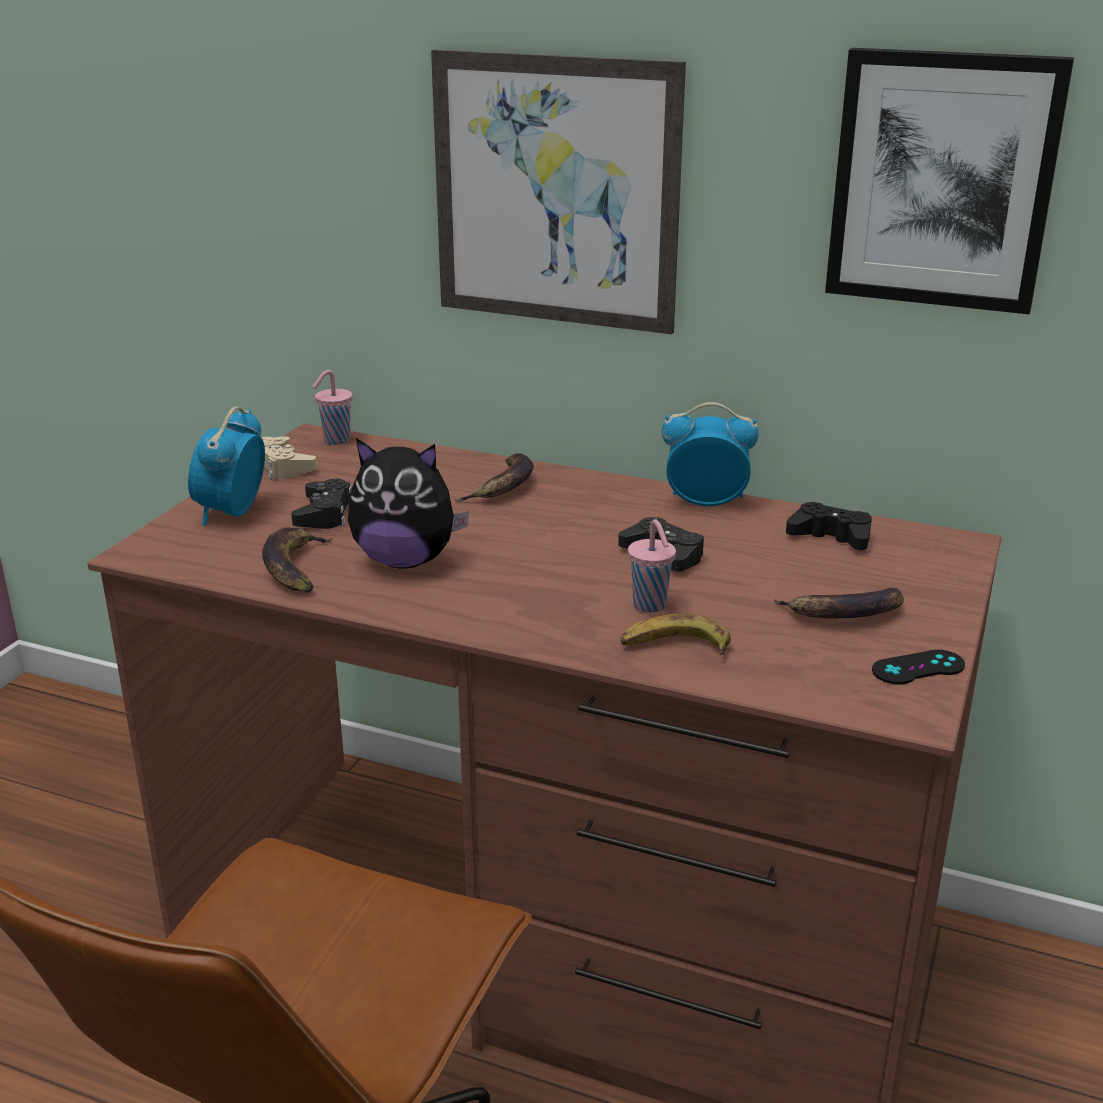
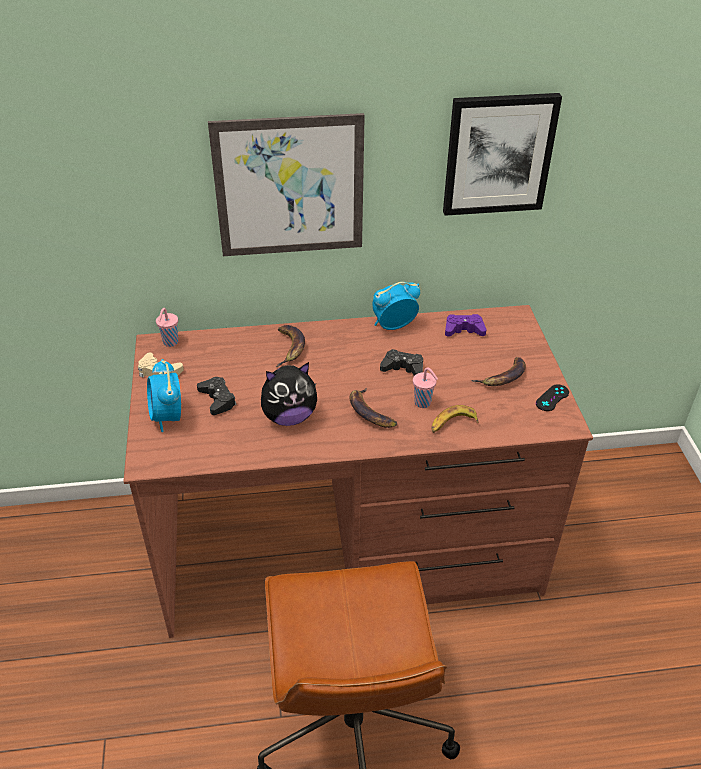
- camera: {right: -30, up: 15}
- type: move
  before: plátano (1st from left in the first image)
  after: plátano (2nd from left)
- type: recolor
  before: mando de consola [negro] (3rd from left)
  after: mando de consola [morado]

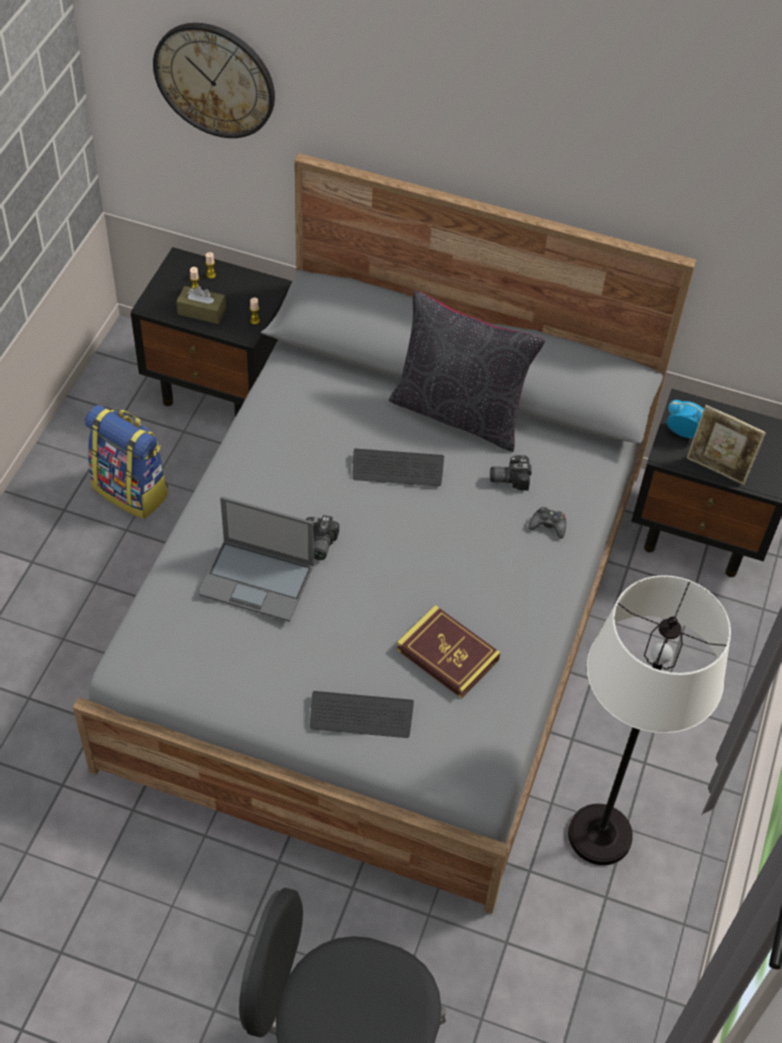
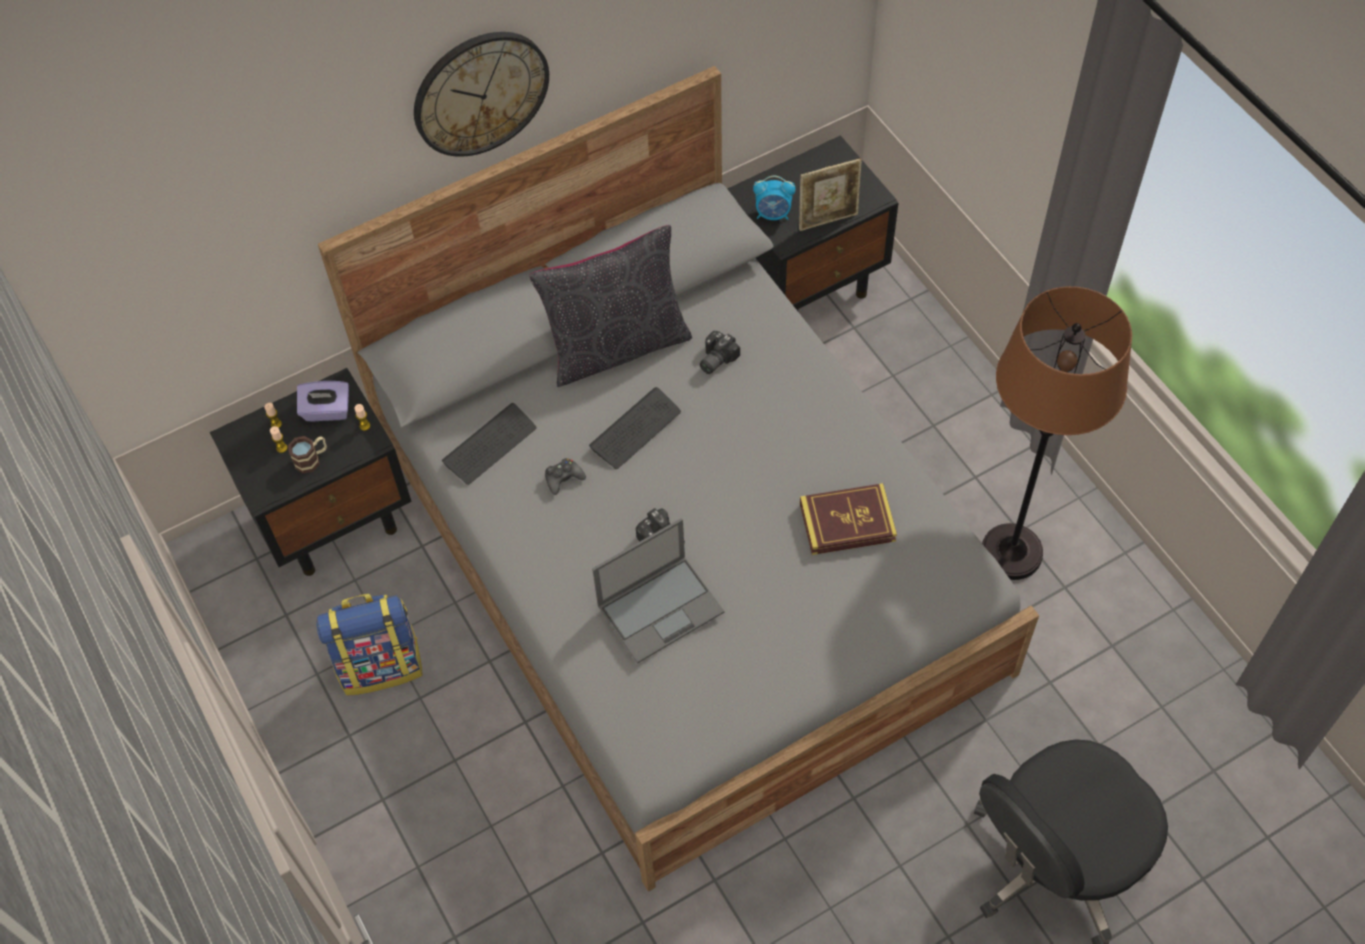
- camera: {right: -45, up: 5}
- type: replace
  before: caja de pañuelos [marrón]
  after: taza grande
- type: insert
  after: caja de pañuelos [morado]
- type: move
  before: reloj de pared
- type: move
  before: teclado (1st from left)
- type: move
  before: mando de consola [negro]
- type: rotate
  before: despertador
  turn: -150
- type: recolor
  before: lámpara de pie [blanco]
  after: lámpara de pie [marrón]

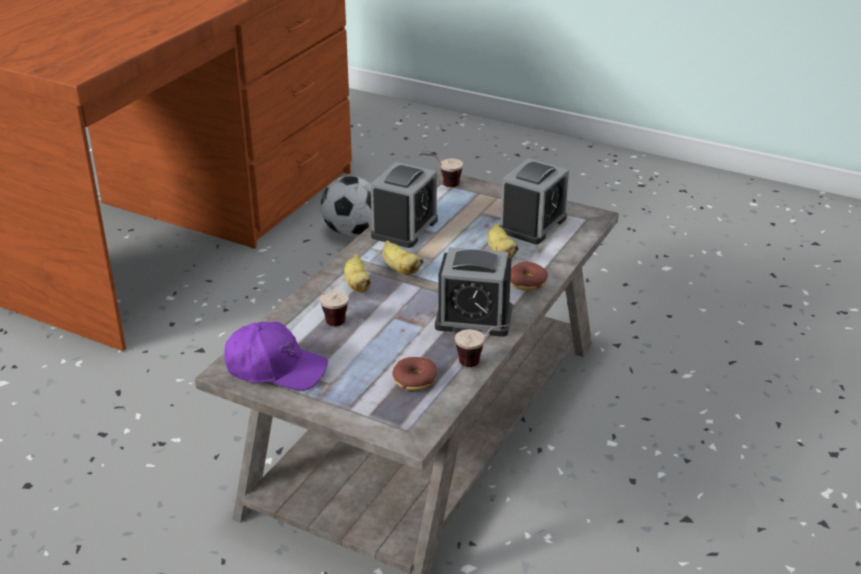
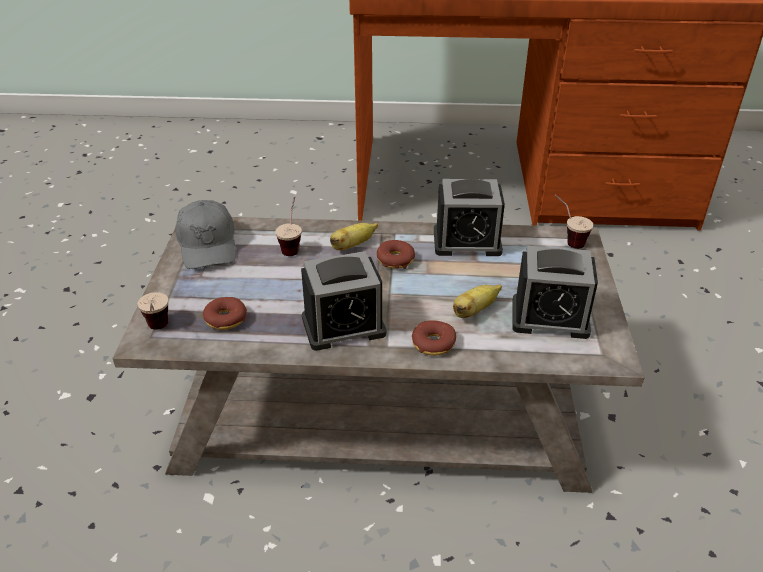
- camera: {right: 65, up: 5}
- type: move
  before: taza (3rd from left in the first image)
  after: taza (1st from left)
- type: recolor
  before: gorra [morado]
  after: gorra [gris]
- type: rotate
  before: despertador (2nd from left in the first image)
  turn: -90
- type: replace
  before: plátano (2nd from left)
  after: rosquilla (2nd from left)
- type: delete
  before: balón de fútbol

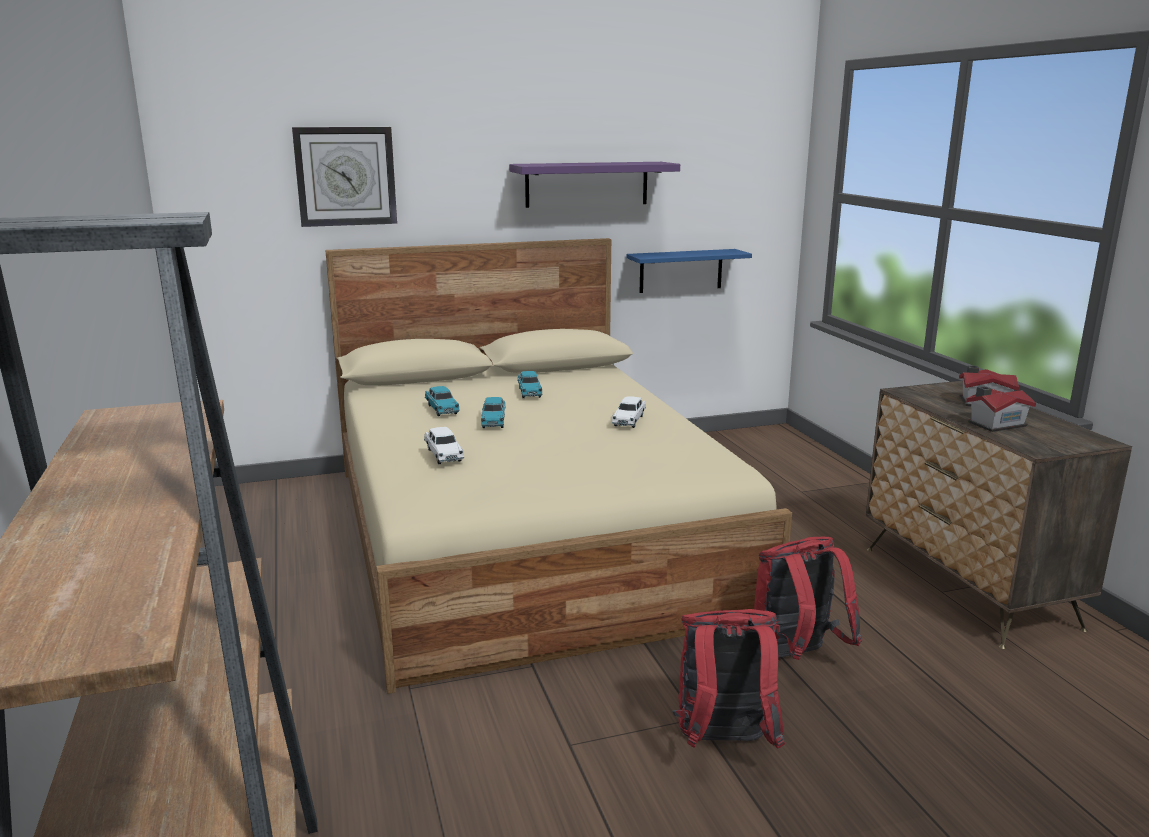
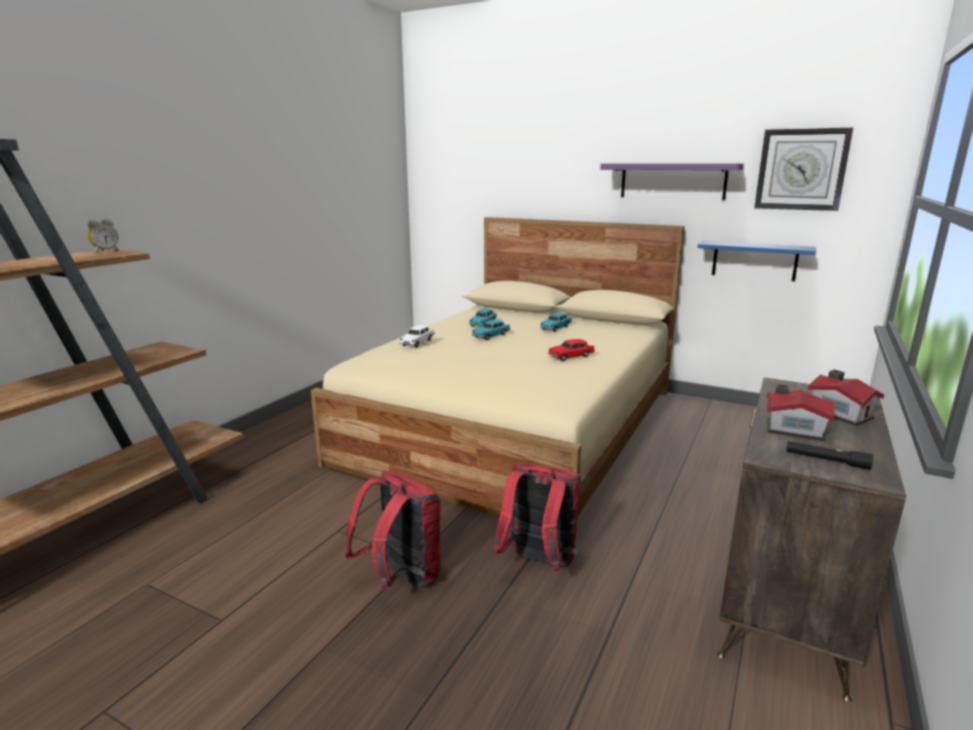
- camera: {right: 45, up: 0}
- type: insert
  after: despertador
- type: recolor
  before: coche de juguete [blanco] (2nd from left)
  after: coche de juguete [rojo]
- type: move
  before: reloj de pared
- type: insert
  after: linterna [negro]

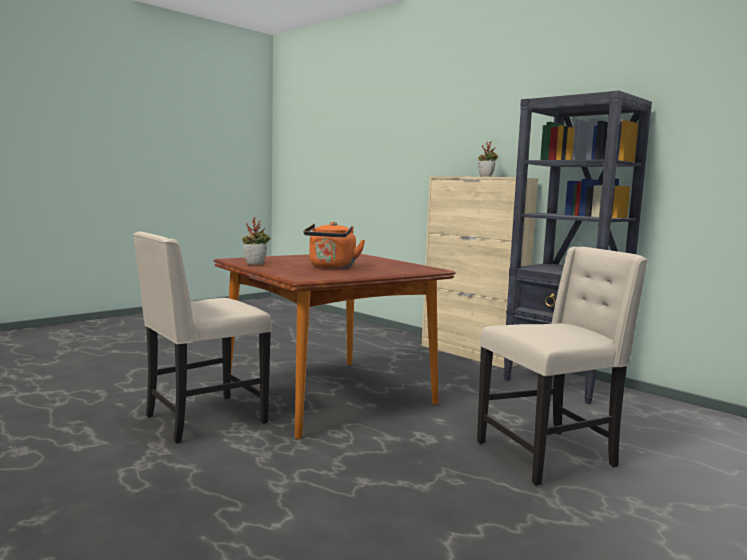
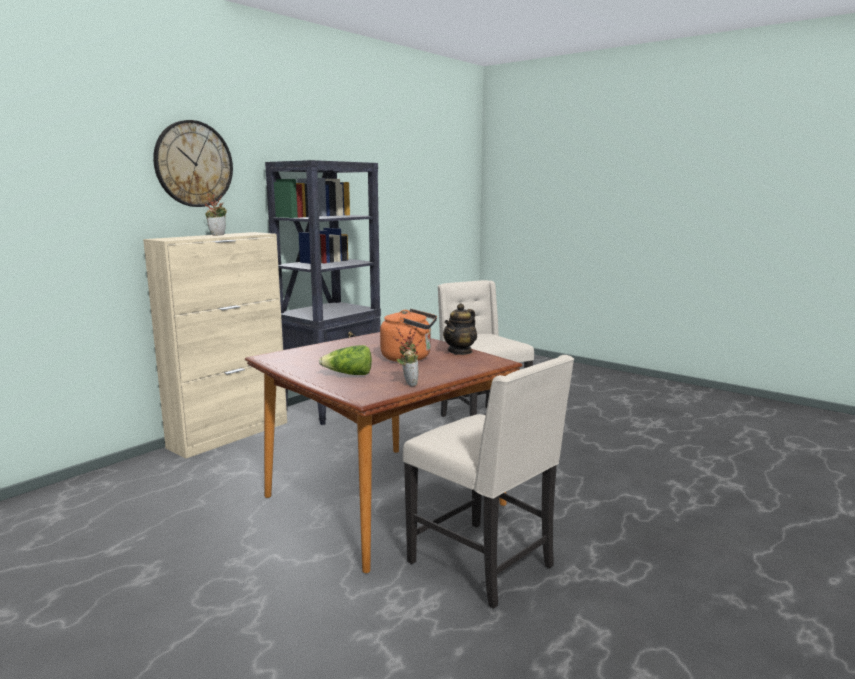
- camera: {right: -95, up: 5}
- type: insert
  after: reloj de pared
- type: insert
  after: lechuga
- type: insert
  after: tetera

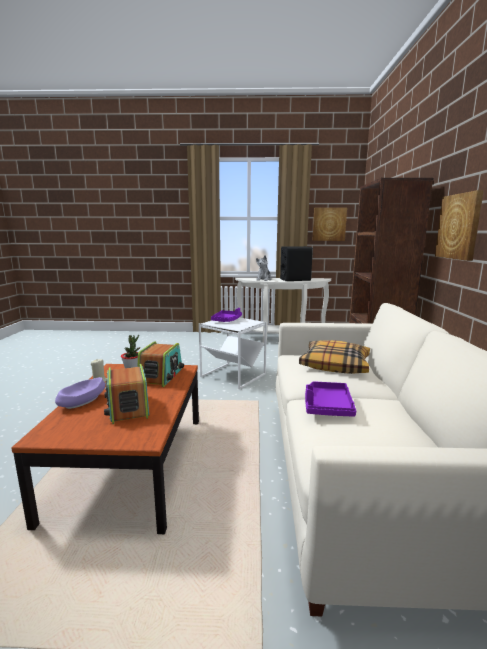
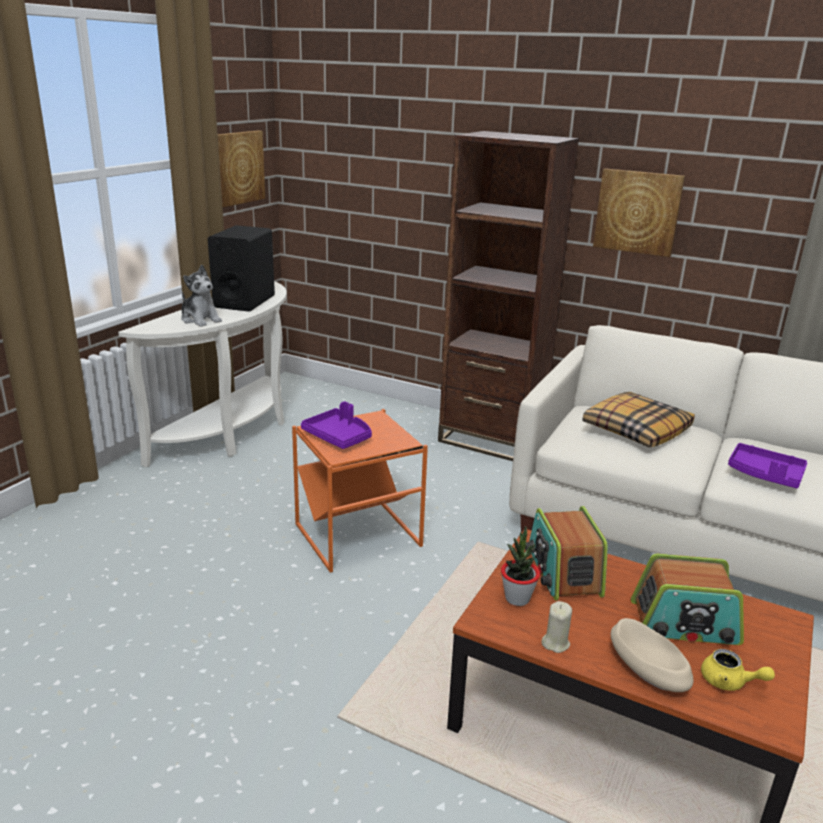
- camera: {right: -65, up: 10}
- type: recolor
  before: mesa auxiliar [blanco]
  after: mesa auxiliar [naranja]
- type: rotate
  before: radio (2nd from left in the first image)
  turn: -135
- type: recolor
  before: cuenco [morado]
  after: cuenco [beis]
- type: insert
  after: tetera [amarillo]

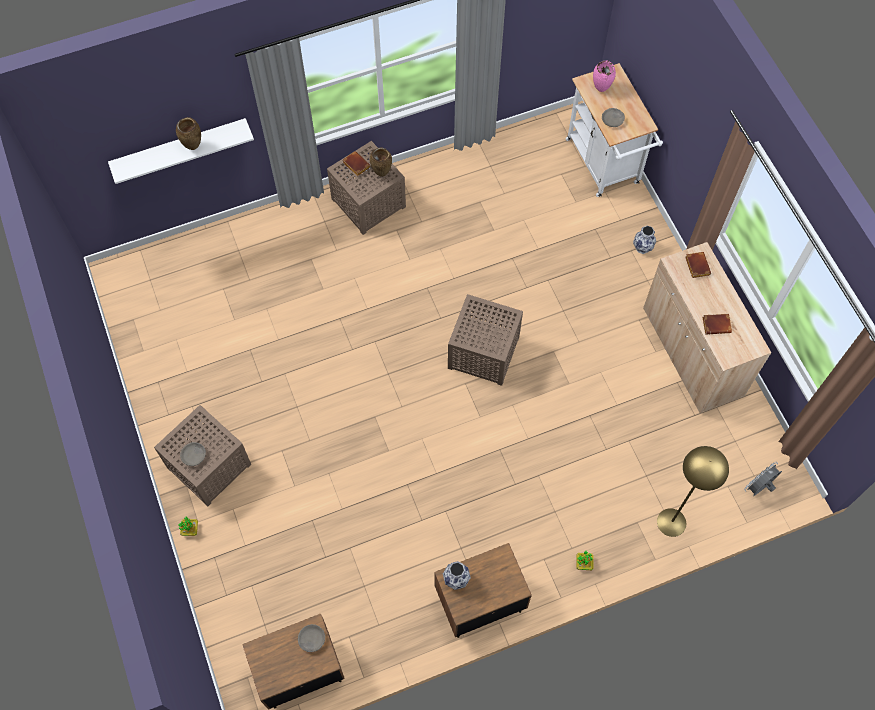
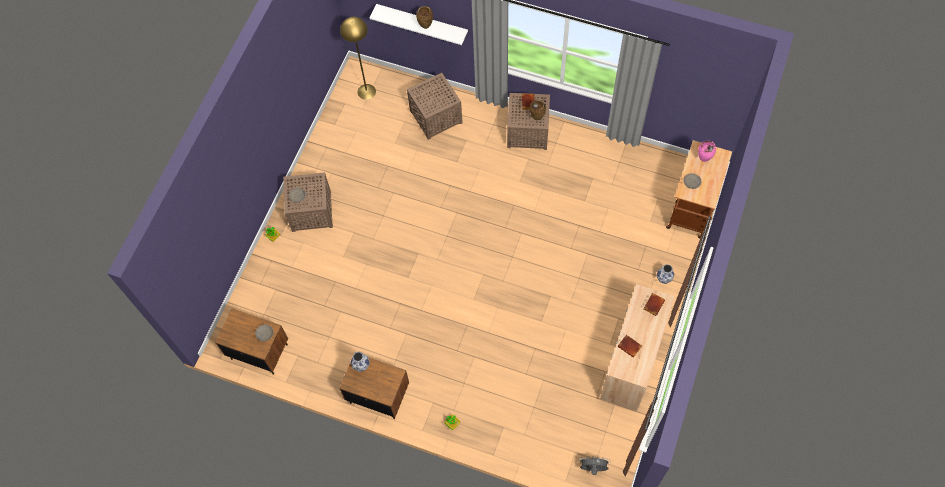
- camera: {right: 45, up: 0}
- type: move
  before: lámpara de pie [amarillo]
- type: move
  before: mesa auxiliar [marrón] (3rd from left in the first image)
  after: mesa auxiliar [marrón] (2nd from left)
- type: recolor
  before: carrito [blanco]
  after: carrito [marrón]

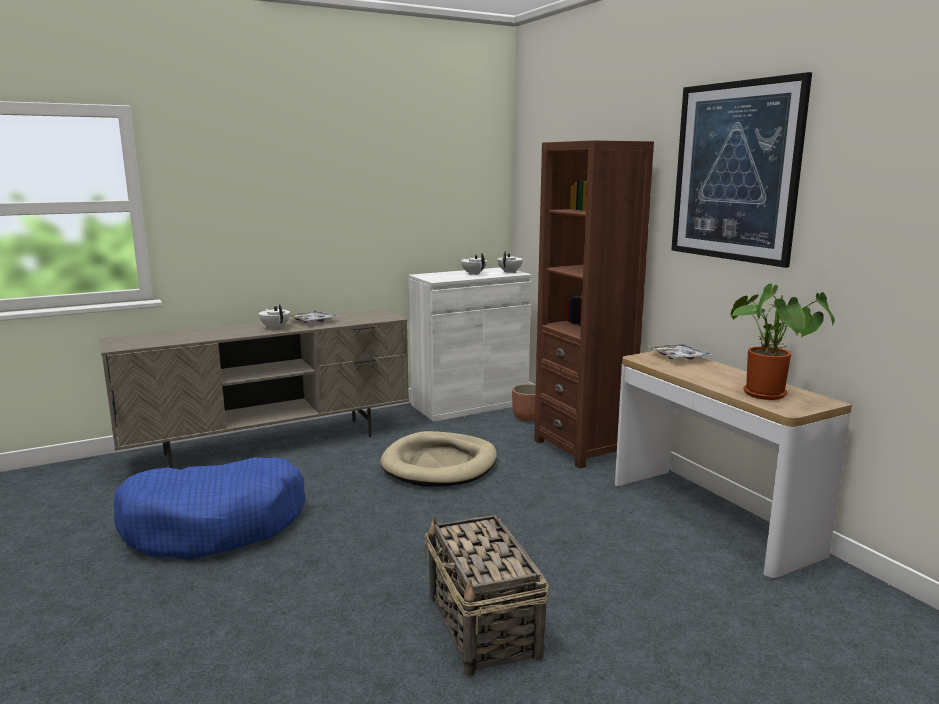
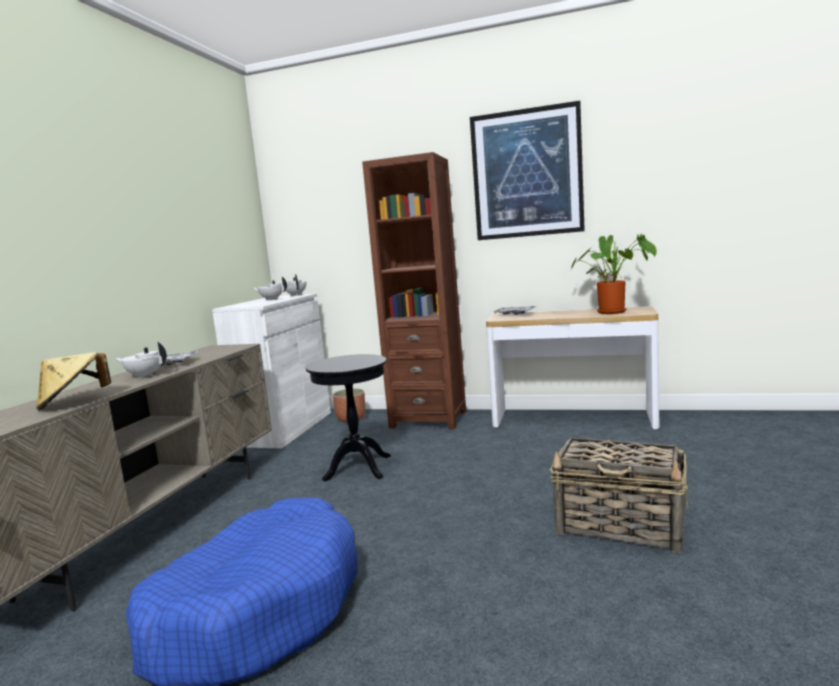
- camera: {right: -45, up: -5}
- type: insert
  after: sombrero [beis]
- type: replace
  before: cama para perro [beis]
  after: mesa auxiliar [negro]

